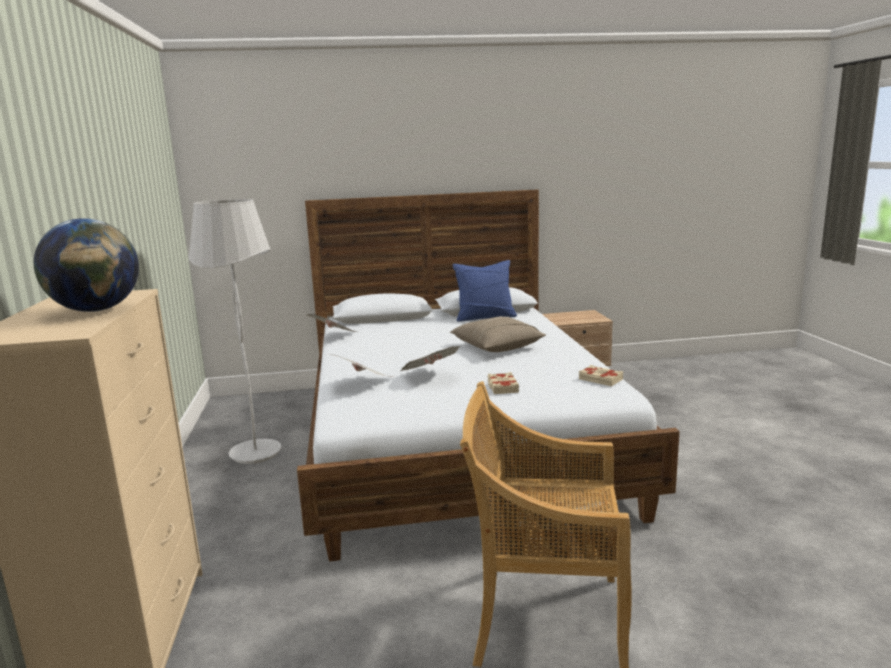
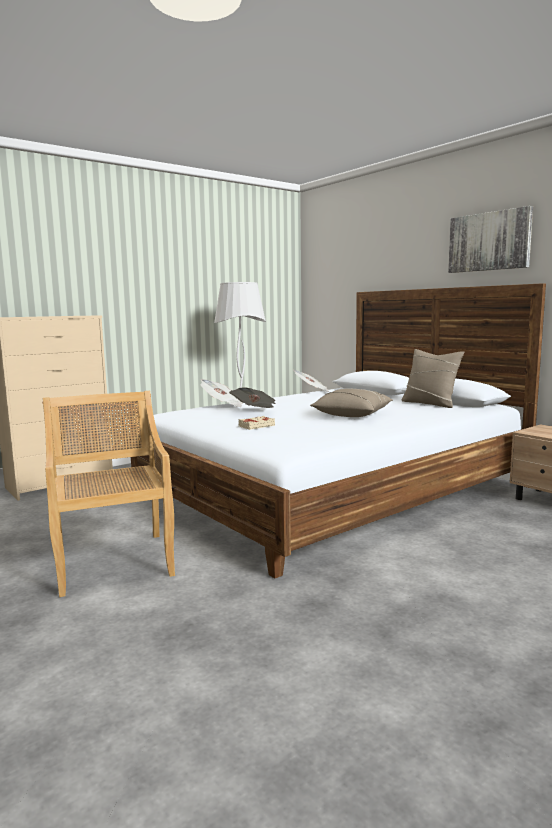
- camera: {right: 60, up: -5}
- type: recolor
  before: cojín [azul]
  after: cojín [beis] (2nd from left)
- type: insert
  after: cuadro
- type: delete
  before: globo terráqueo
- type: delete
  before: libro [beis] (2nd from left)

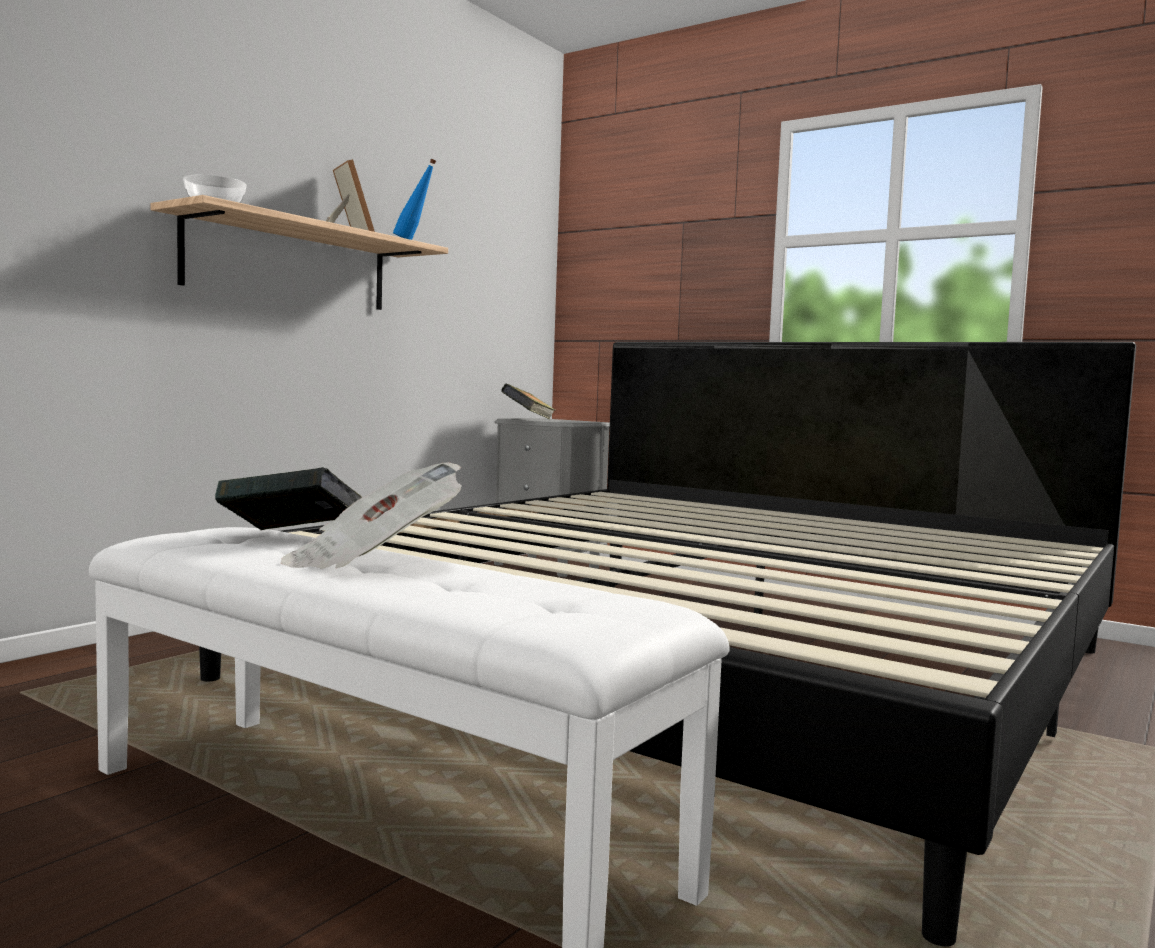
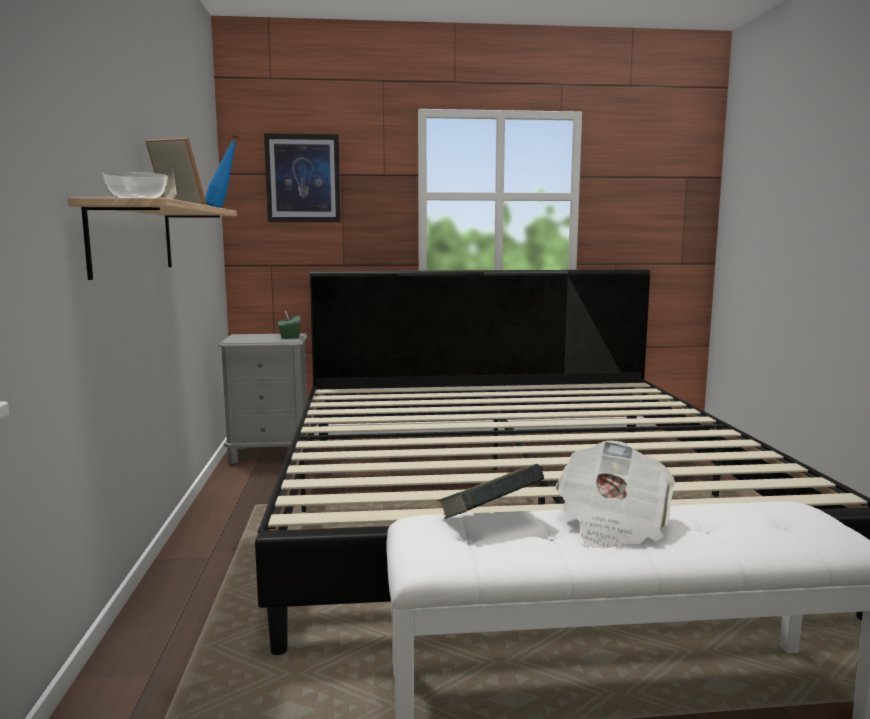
- camera: {right: -40, up: 5}
- type: insert
  after: cuadro
- type: insert
  after: caja de pañuelos [verde]
- type: delete
  before: libro (2nd from left)

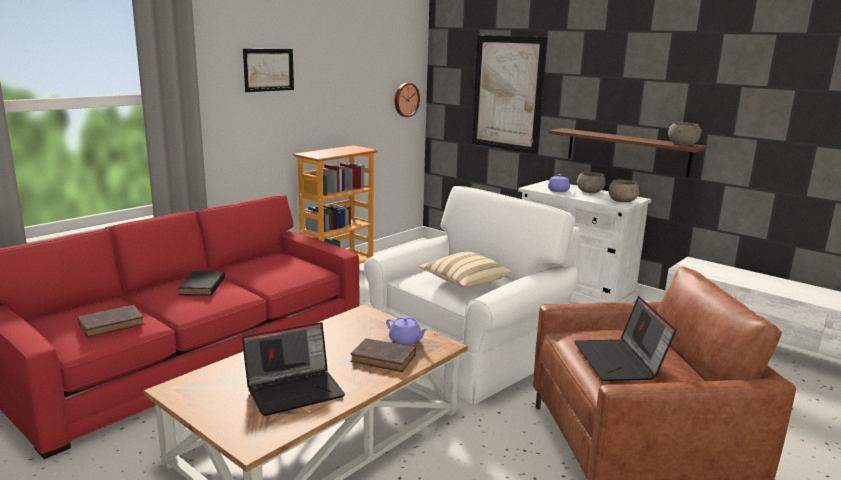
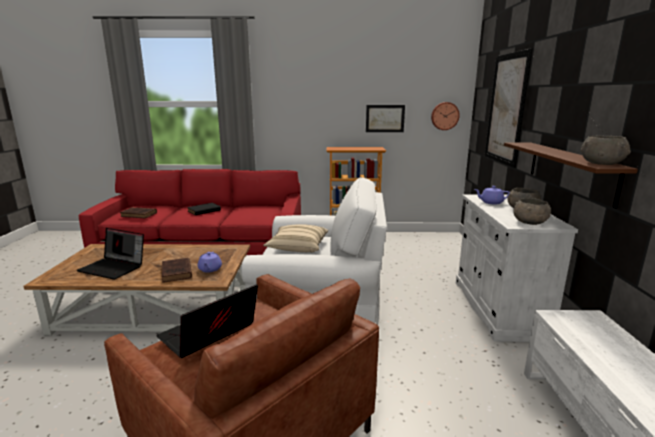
- camera: {right: 50, up: 0}
- type: move
  before: cuadro (1st from left)

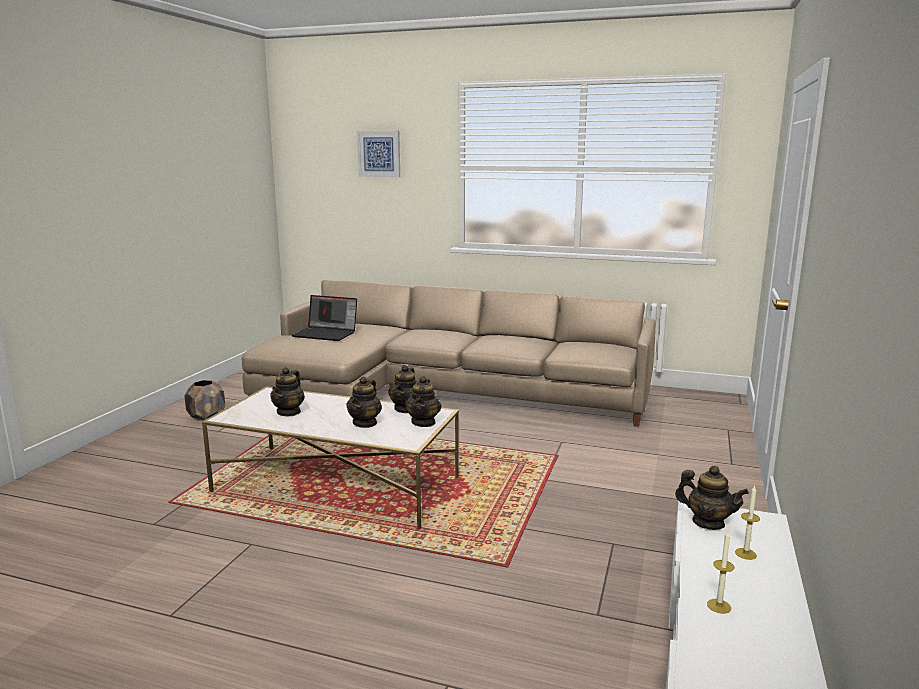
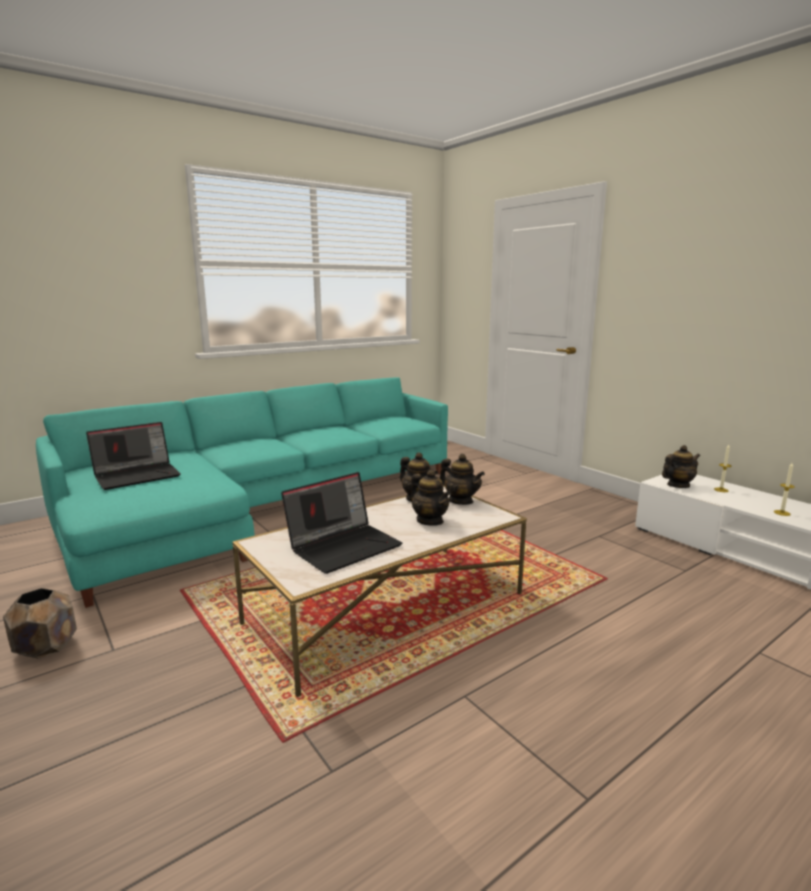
- camera: {right: -55, up: 0}
- type: recolor
  before: sofá [beis]
  after: sofá [turquesa]
- type: replace
  before: tetera (1st from left)
  after: portátil (2nd from left)
- type: delete
  before: cuadro

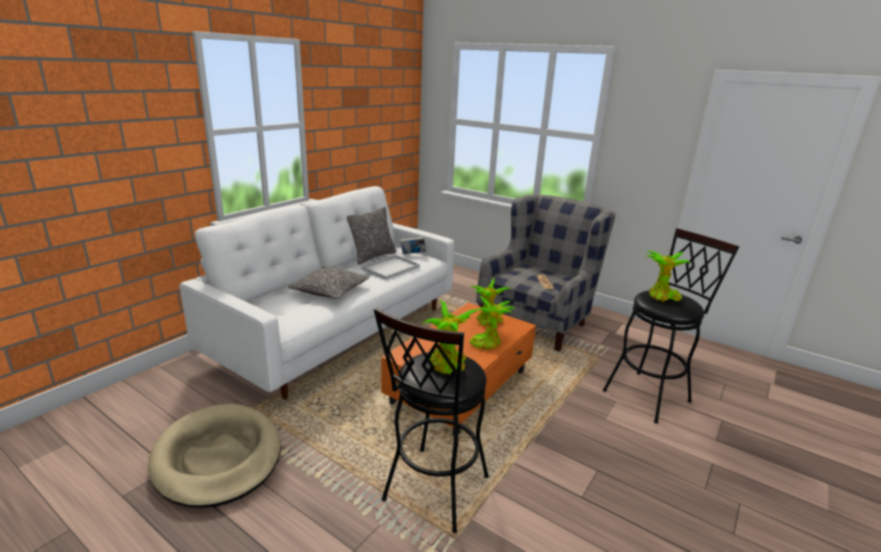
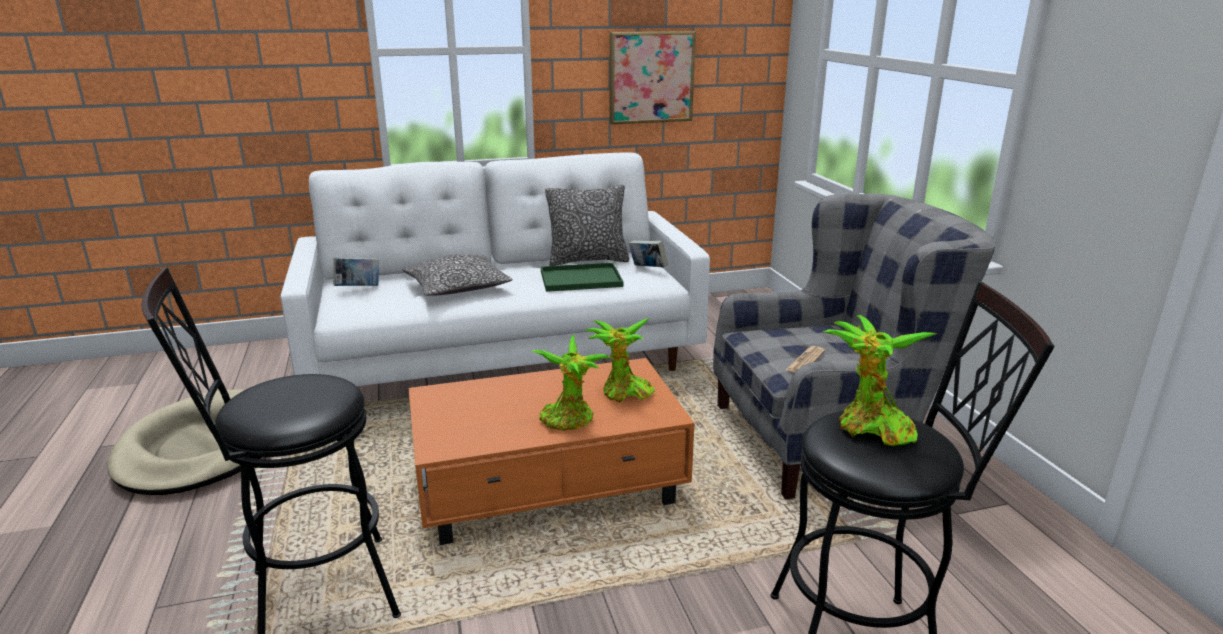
- camera: {right: 40, up: 0}
- type: insert
  after: libro (1st from left)
- type: recolor
  before: bandeja [blanco]
  after: bandeja [verde]
- type: insert
  after: cuadro
- type: delete
  before: planta en maceta (1st from left)

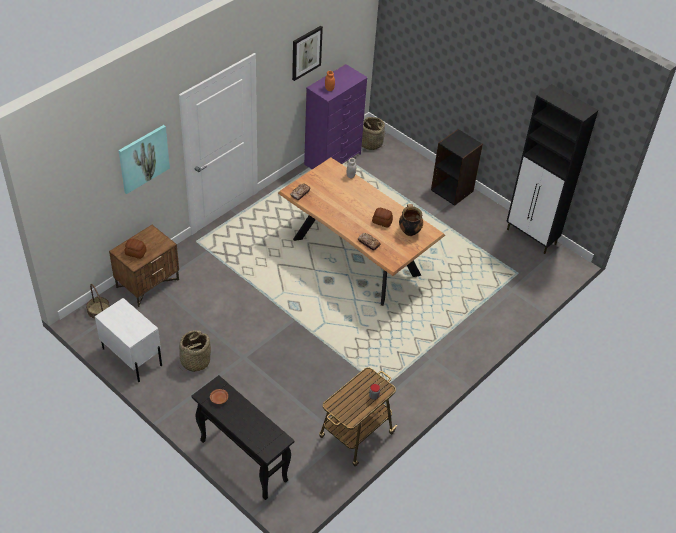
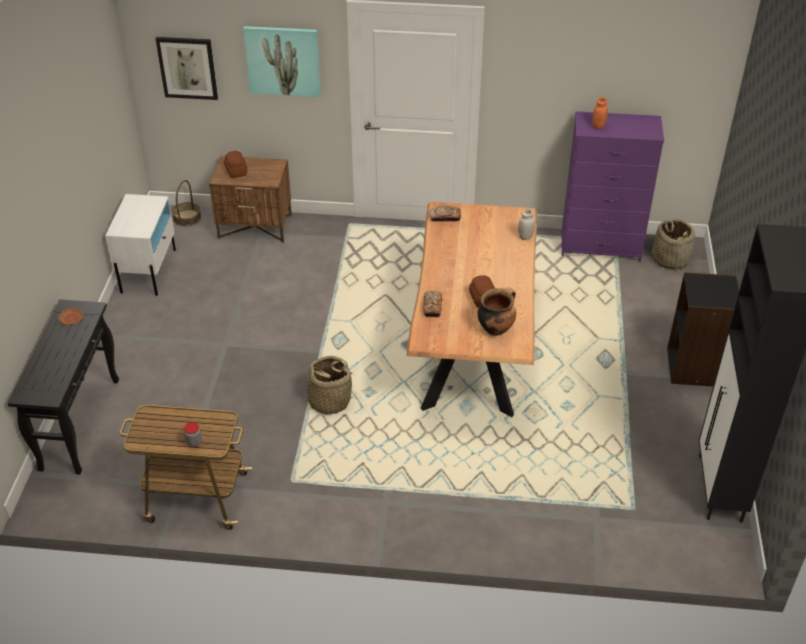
- camera: {right: 55, up: -5}
- type: move
  before: cuadro (2nd from left in the first image)
  after: cuadro (1st from left)
- type: move
  before: cesta (2nd from left)

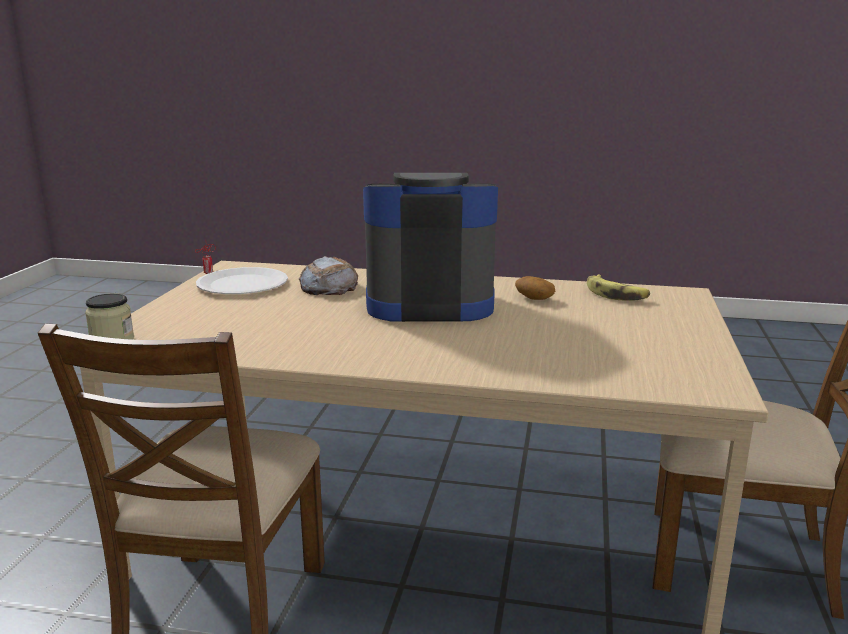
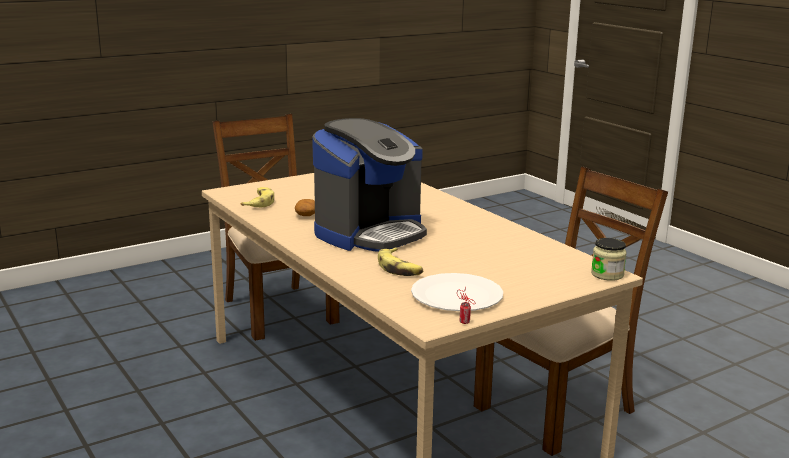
- camera: {right: -135, up: 0}
- type: rotate
  before: cafetera
  turn: -90
- type: replace
  before: pan
  after: plátano (2nd from left)

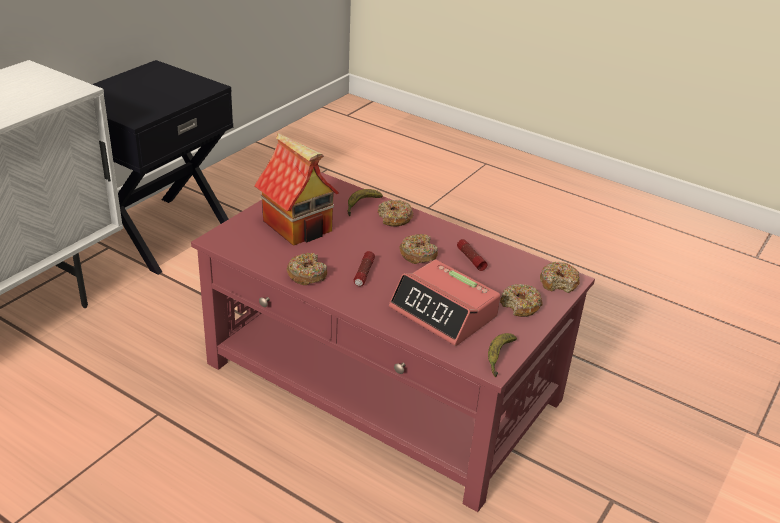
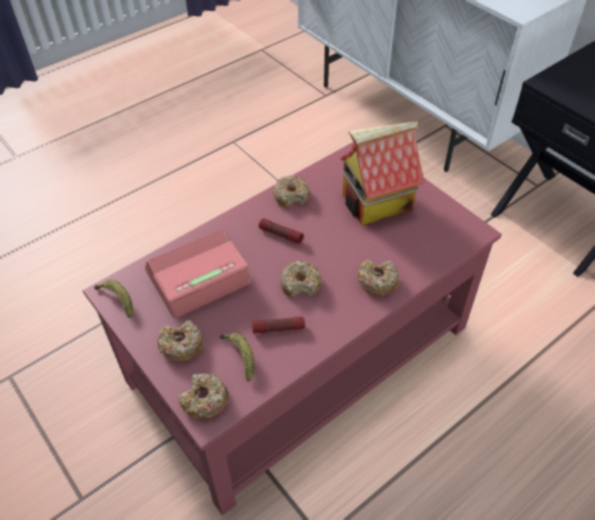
- camera: {right: 110, up: 15}
- type: move
  before: plátano (1st from left in the first image)
  after: plátano (2nd from left)

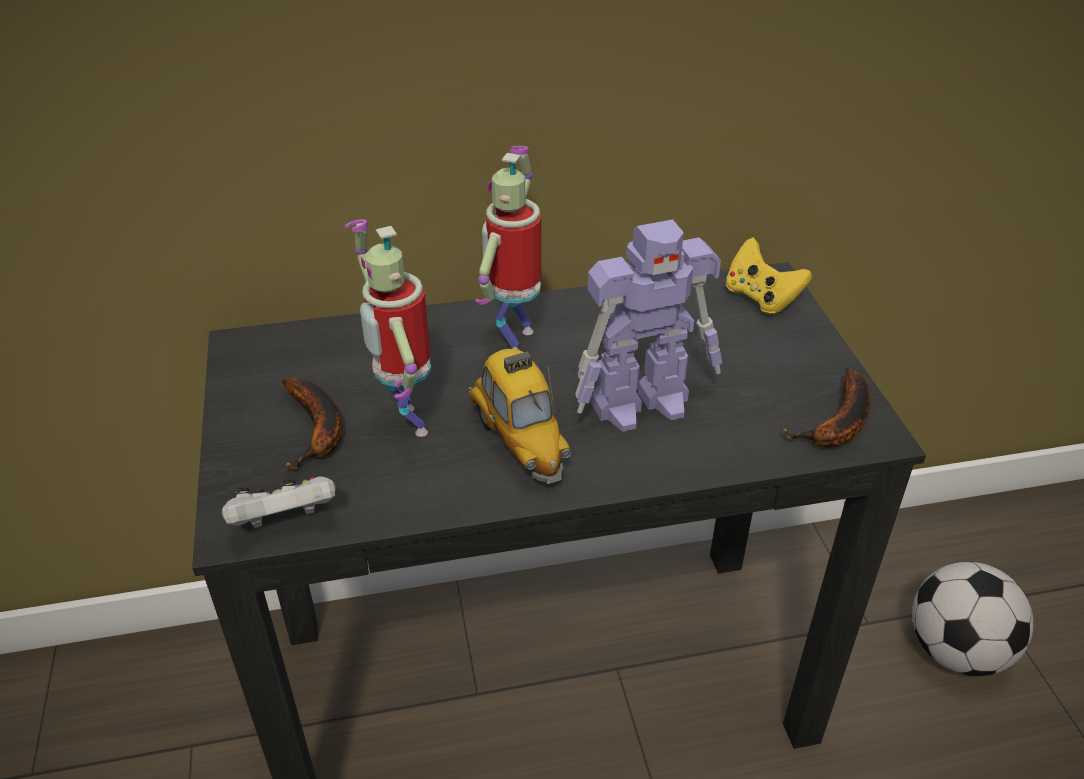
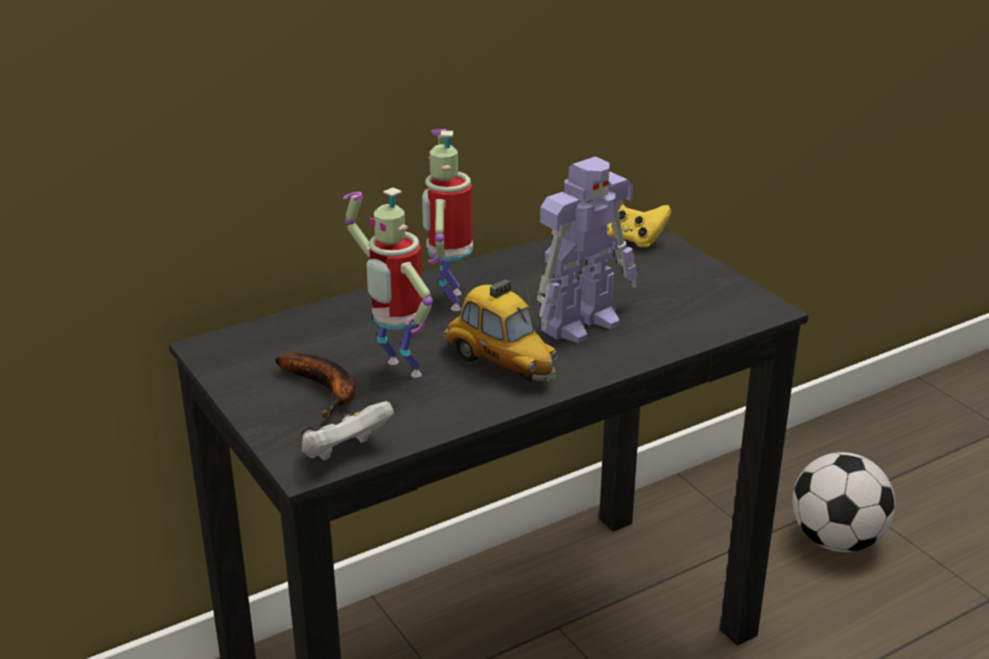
- camera: {right: -20, up: -10}
- type: delete
  before: plátano (2nd from left)

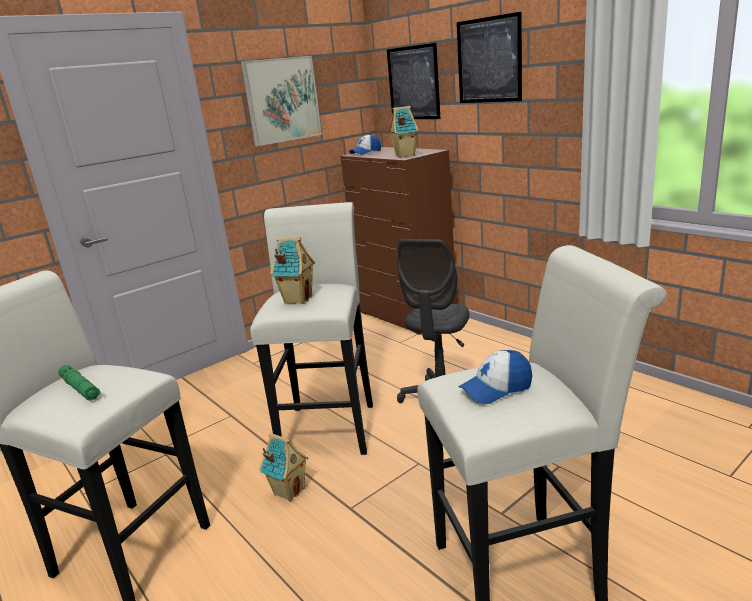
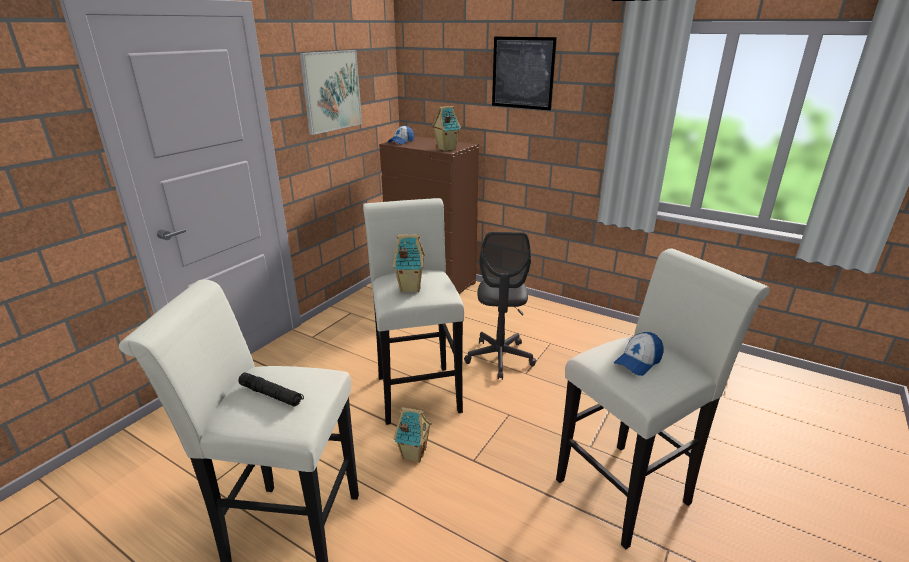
- camera: {right: -20, up: 5}
- type: recolor
  before: linterna [verde]
  after: linterna [negro]
- type: delete
  before: cuadro (2nd from left)

